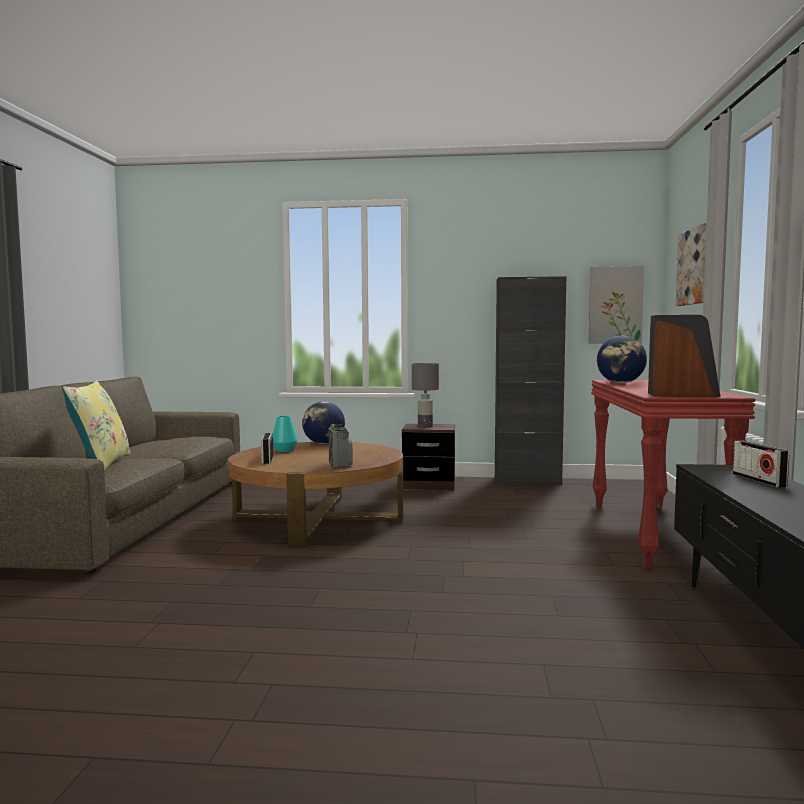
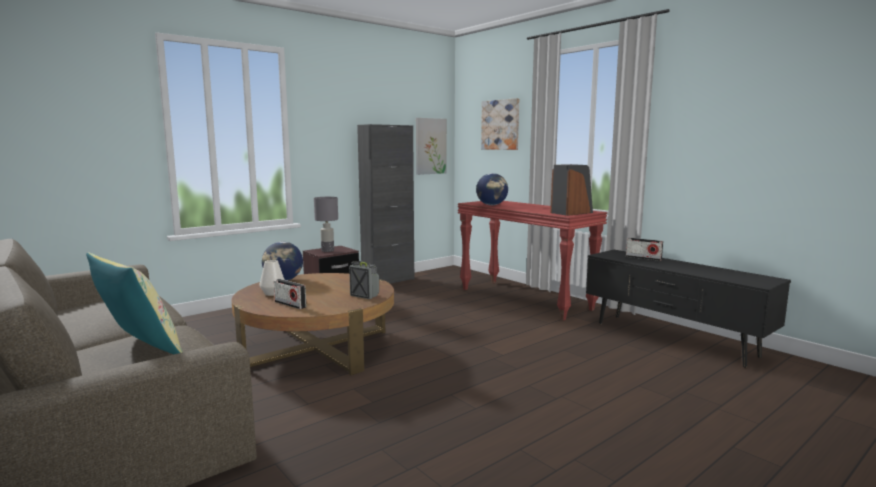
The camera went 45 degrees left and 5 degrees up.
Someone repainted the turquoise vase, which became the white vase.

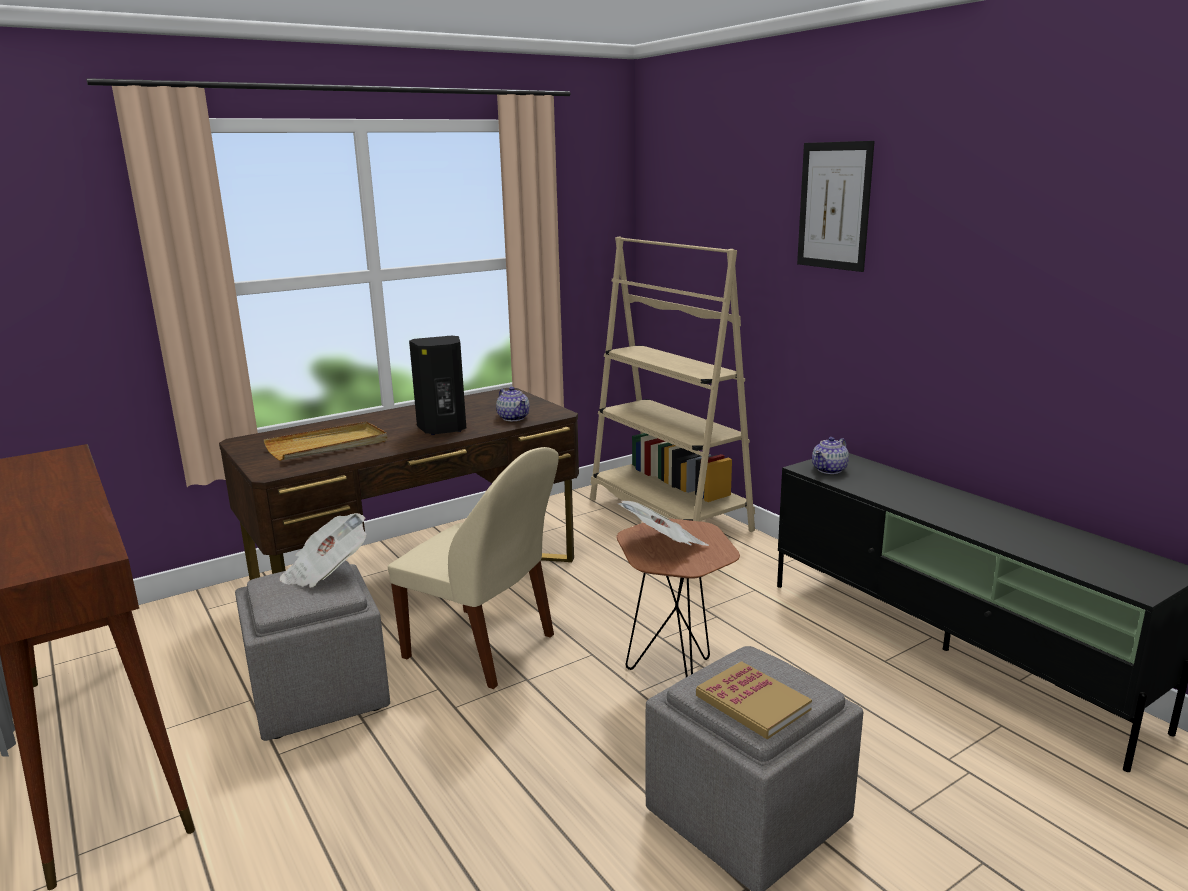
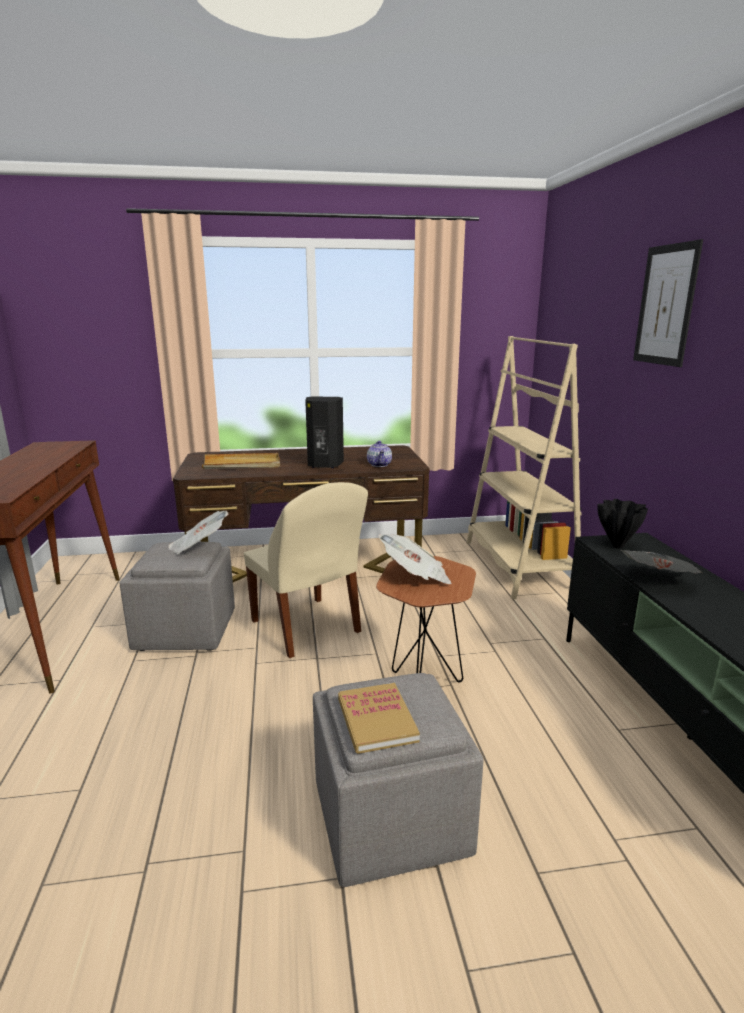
The camera went 25 degrees right and 0 degrees up.
Someone swapped the teapot (2nd from left) for the black vase.
Someone put down the newspaper (3rd from left).

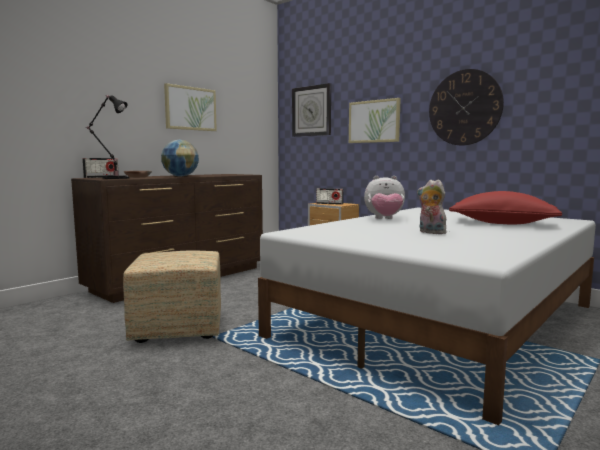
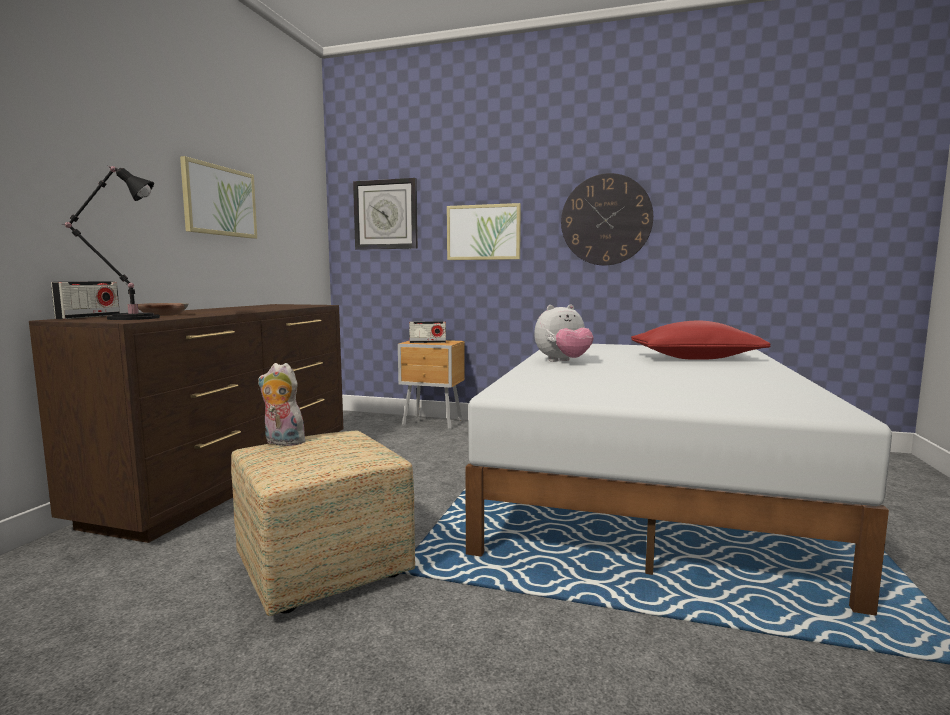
The camera went 25 degrees left and 0 degrees up.
Someone took away the globe.
Someone carried the plush toy (2nd from left in the first image).

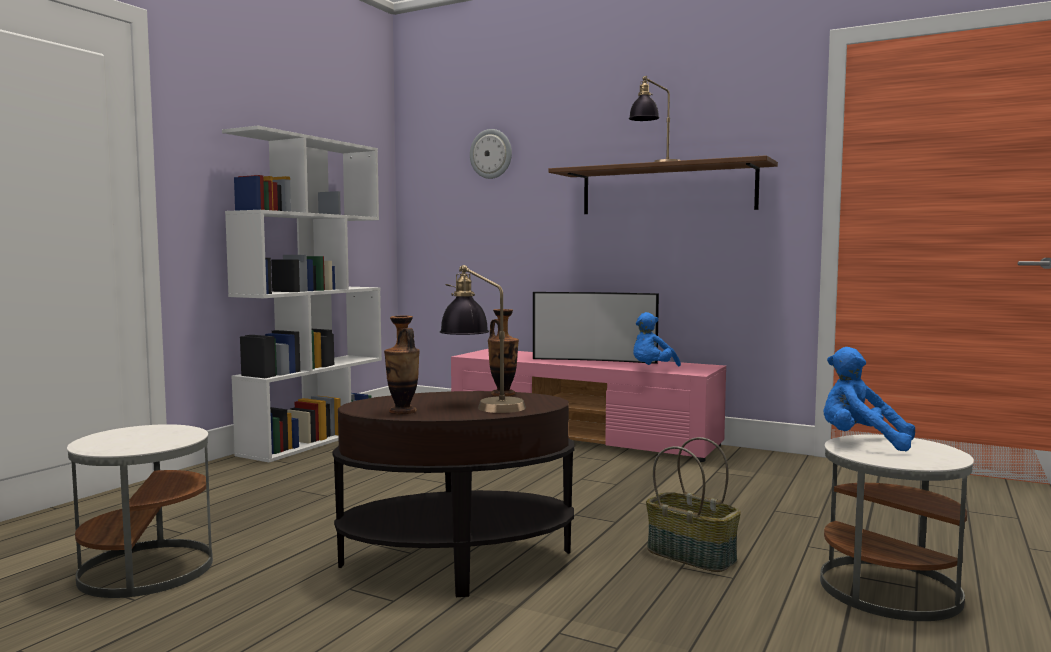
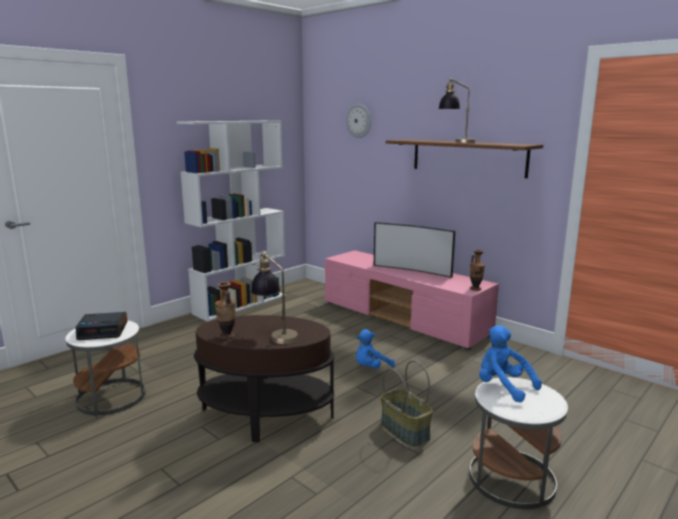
The camera went 15 degrees right and 10 degrees up.
Someone carried the vase (2nd from left).
Someone carried the blue plush toy (1st from left).
Someone put down the alarm clock.

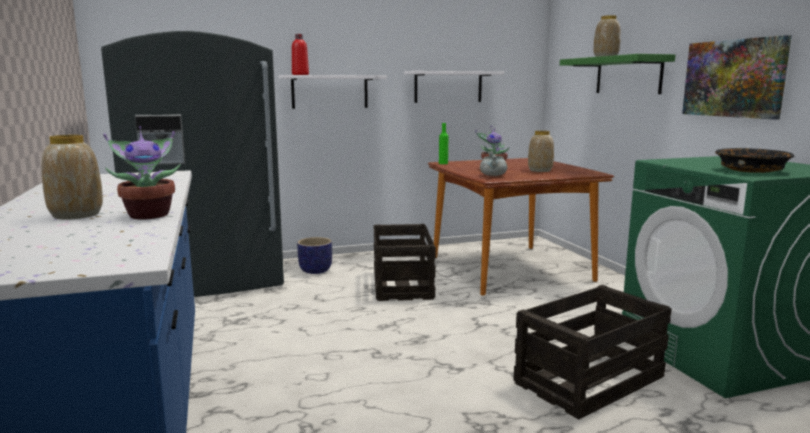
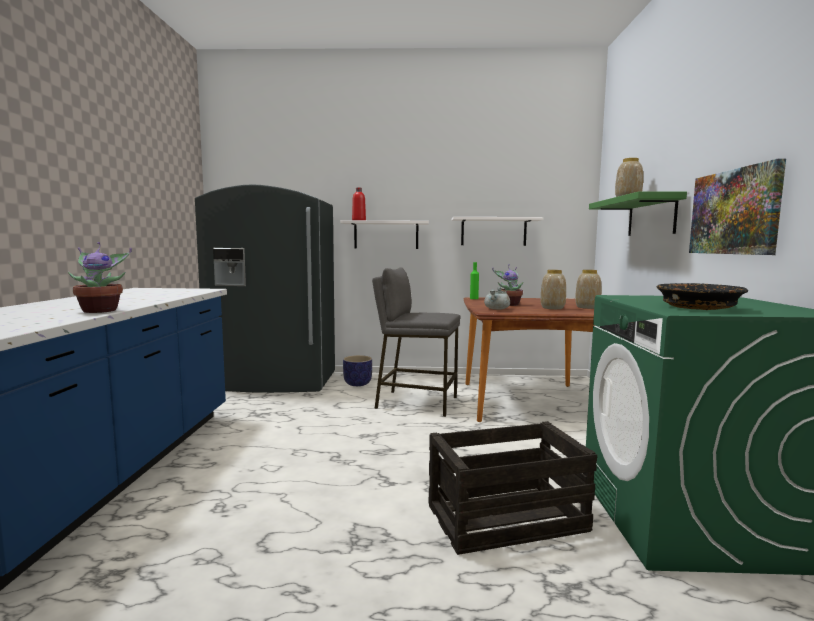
The camera went 20 degrees right and 5 degrees down.
Someone carried the vase (1st from left in the first image).
Someone swapped the crate (1st from left) for the grey stool.

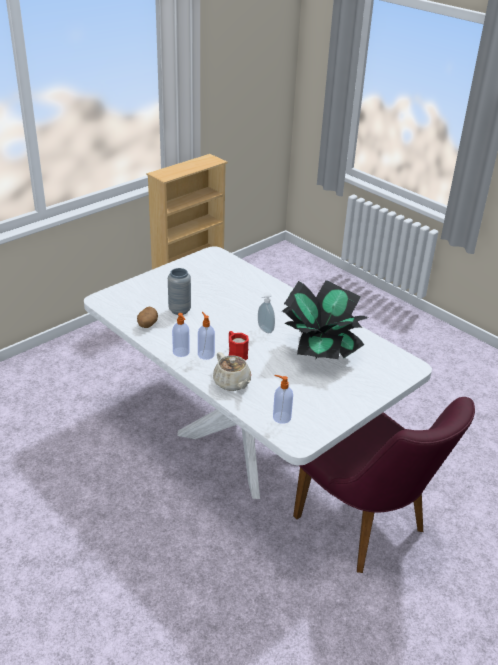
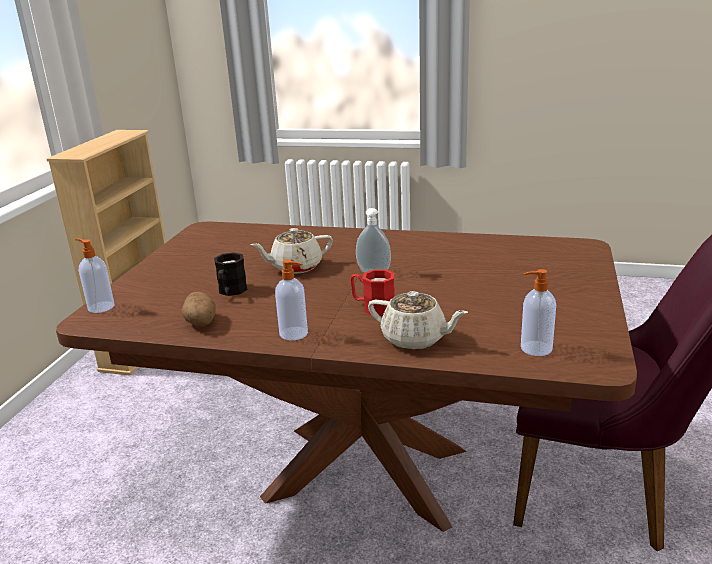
The camera went 30 degrees left and 10 degrees down.
Someone repainted the white dining table, which became the brown dining table.
Someone swapped the grey vase for the black mug.
Someone carried the soap dispenser (2nd from left in the first image).
Someone took away the potted plant.
Someone put down the beige teapot (1st from left).

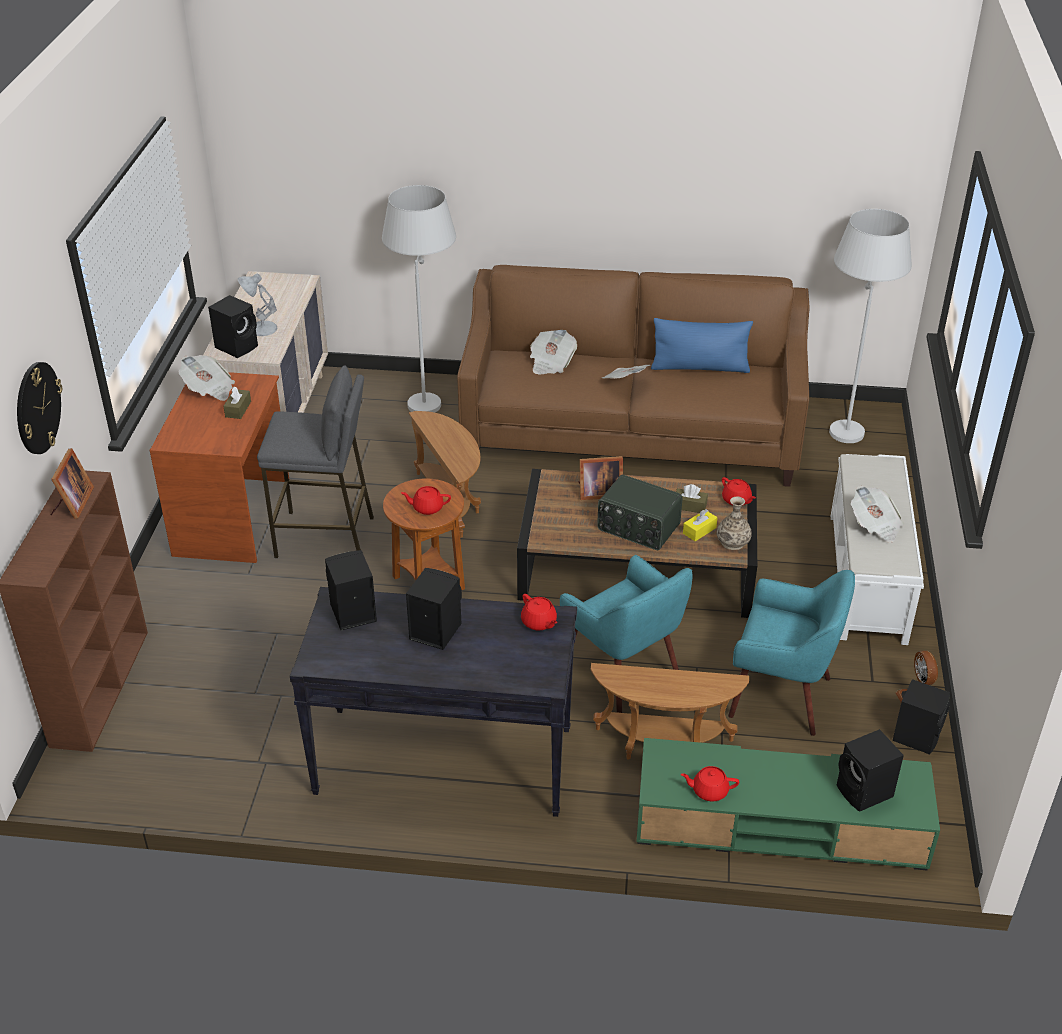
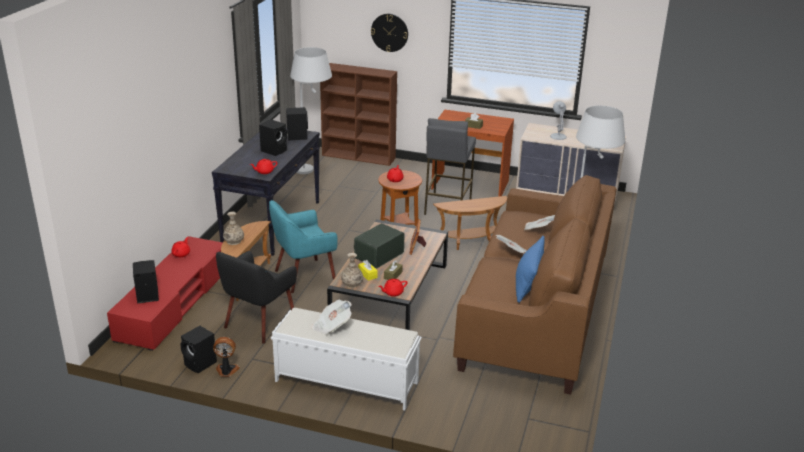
The camera went 100 degrees right and 10 degrees down.
Someone took away the picture frame (1st from left).
Someone took away the newspaper (1st from left).
Someone took away the black speaker (1st from left).
Someone repainted the green tv stand, which became the red tv stand.
Someone repainted the turquoise armchair (2nd from left), which became the black armchair.
Someone carried the white floor lamp (2nd from left in the first image).
Someone put down the vase (1st from left).

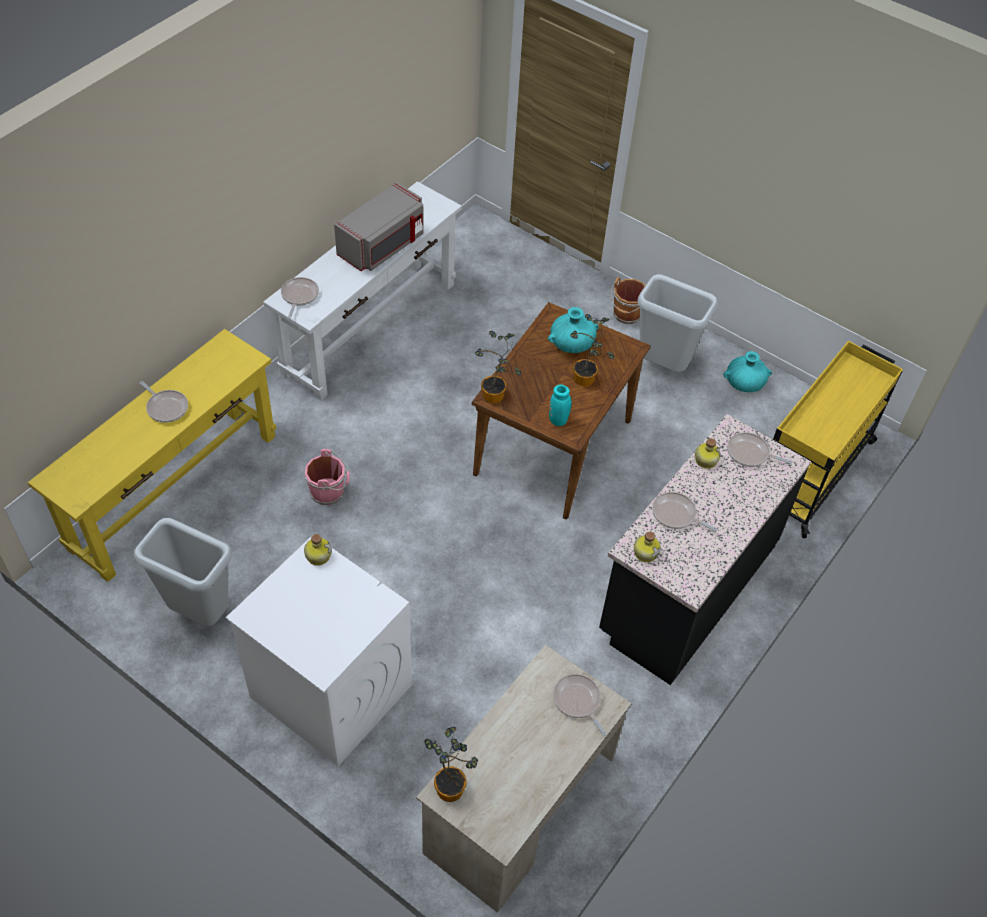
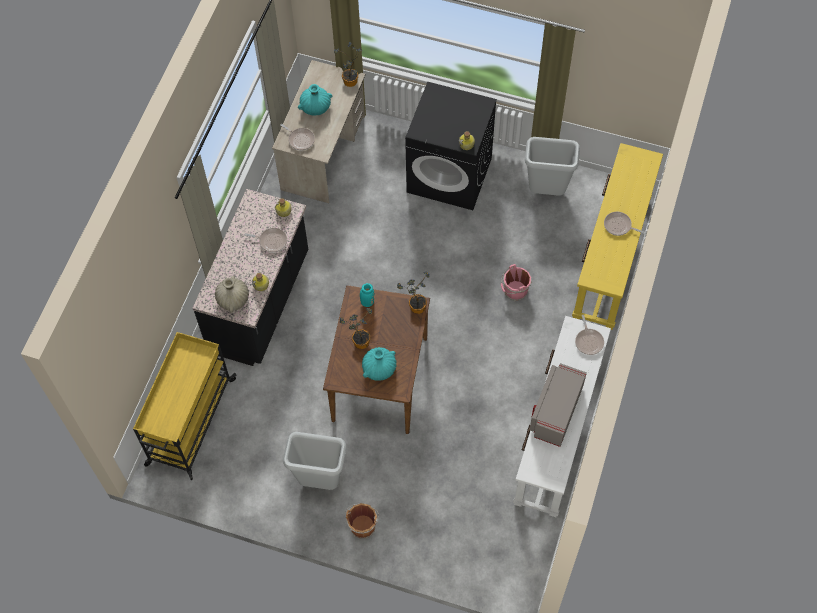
The camera went 165 degrees right and 10 degrees up.
Someone repainted the white washing machine, which became the black washing machine.
Someone carried the turquoise vase (3rd from left in the first image).
Someone swapped the frying pan (5th from left) for the beige vase.

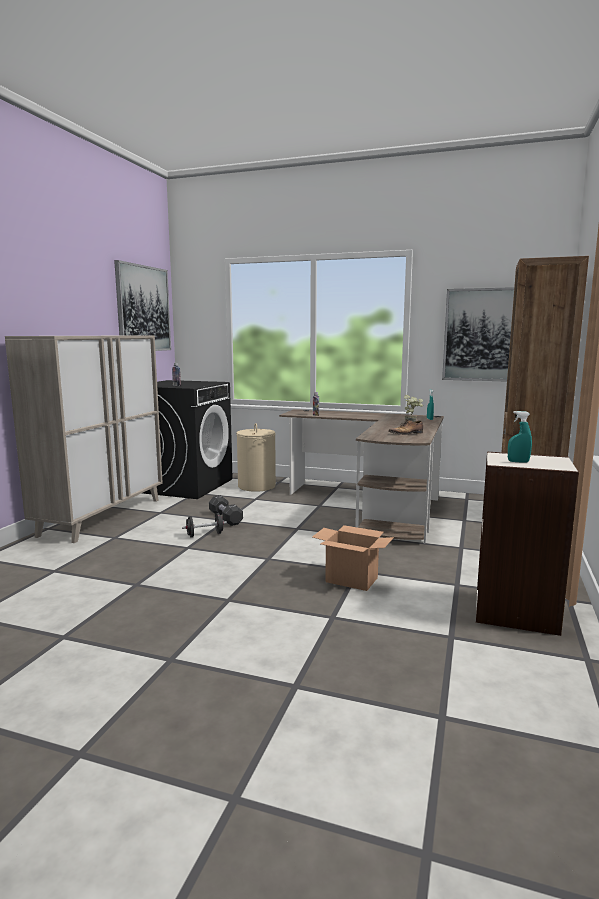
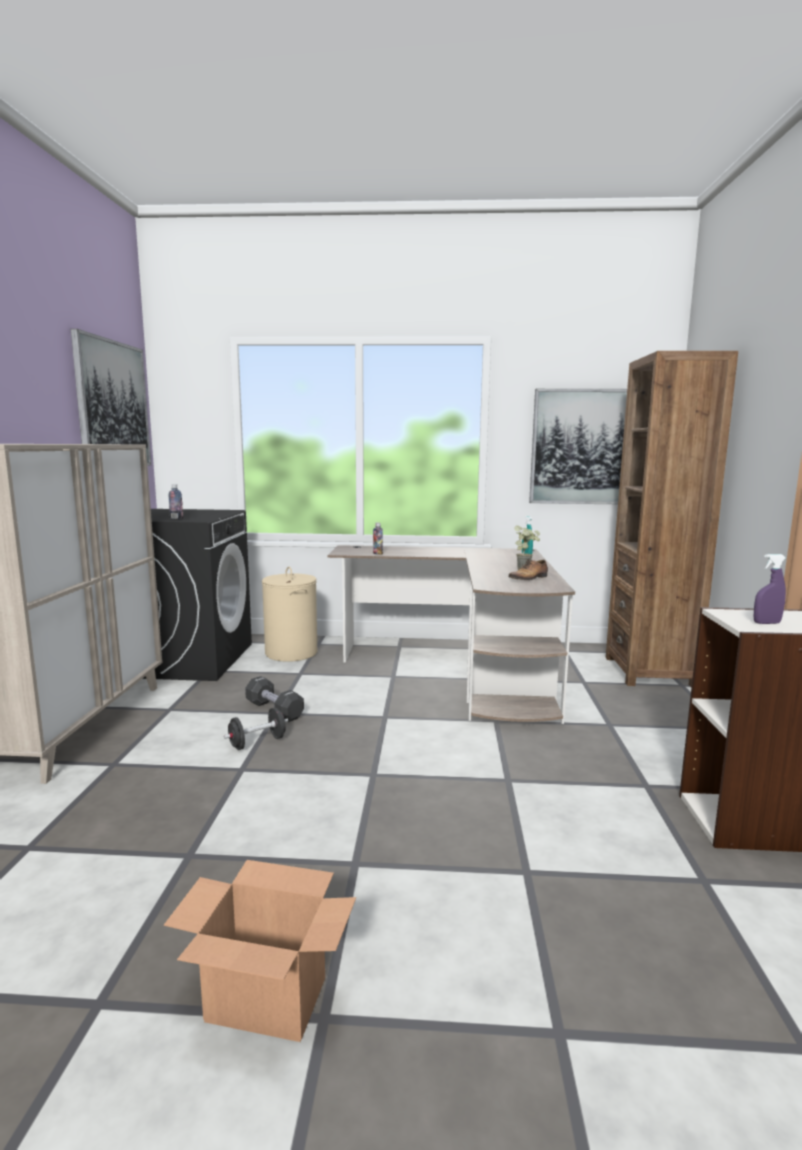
The camera went 15 degrees left and 0 degrees up.
Someone carried the cardboard box.
Someone repainted the turquoise spray bottle (2nd from left), which became the purple spray bottle.

